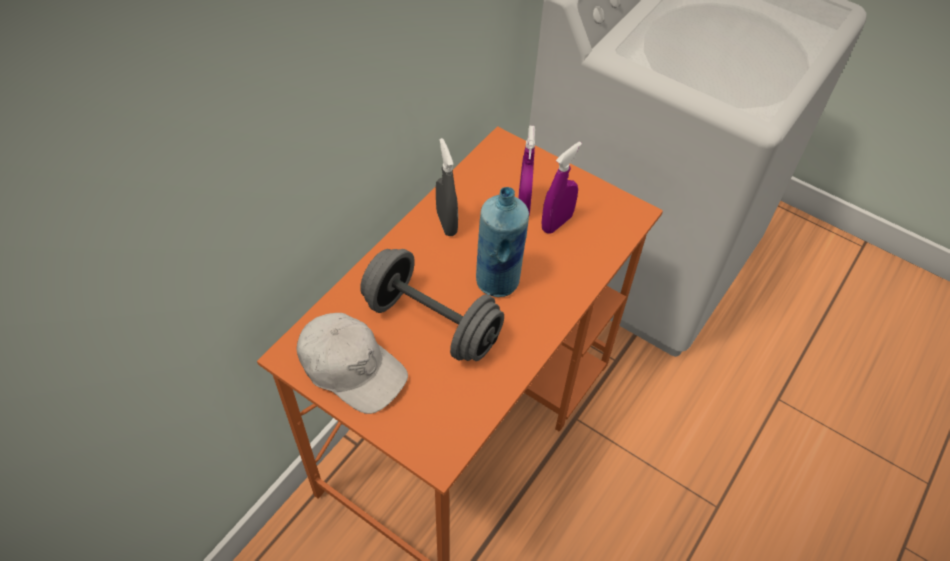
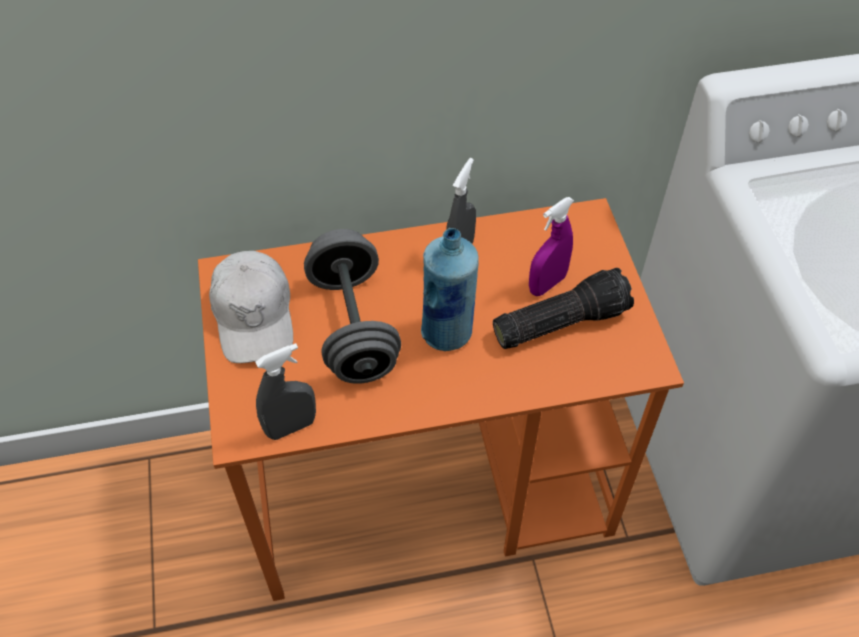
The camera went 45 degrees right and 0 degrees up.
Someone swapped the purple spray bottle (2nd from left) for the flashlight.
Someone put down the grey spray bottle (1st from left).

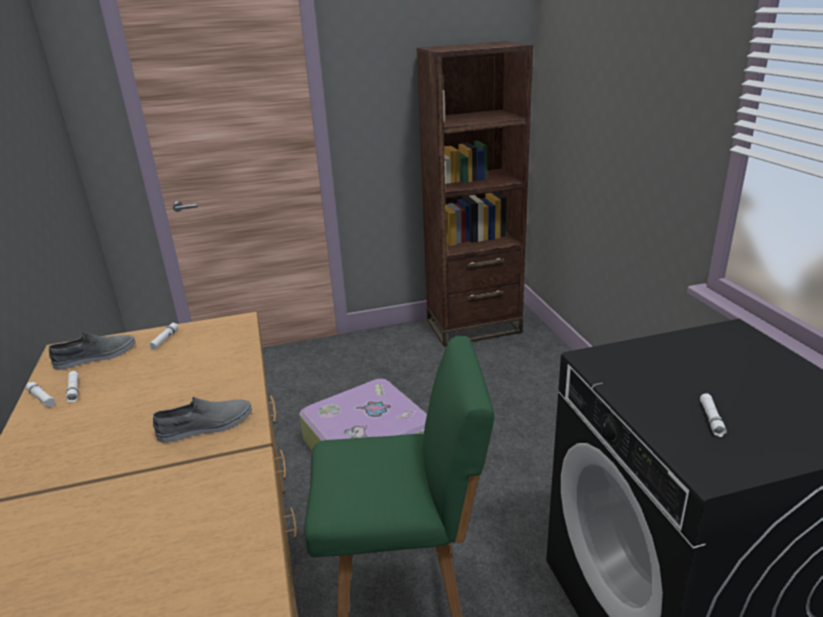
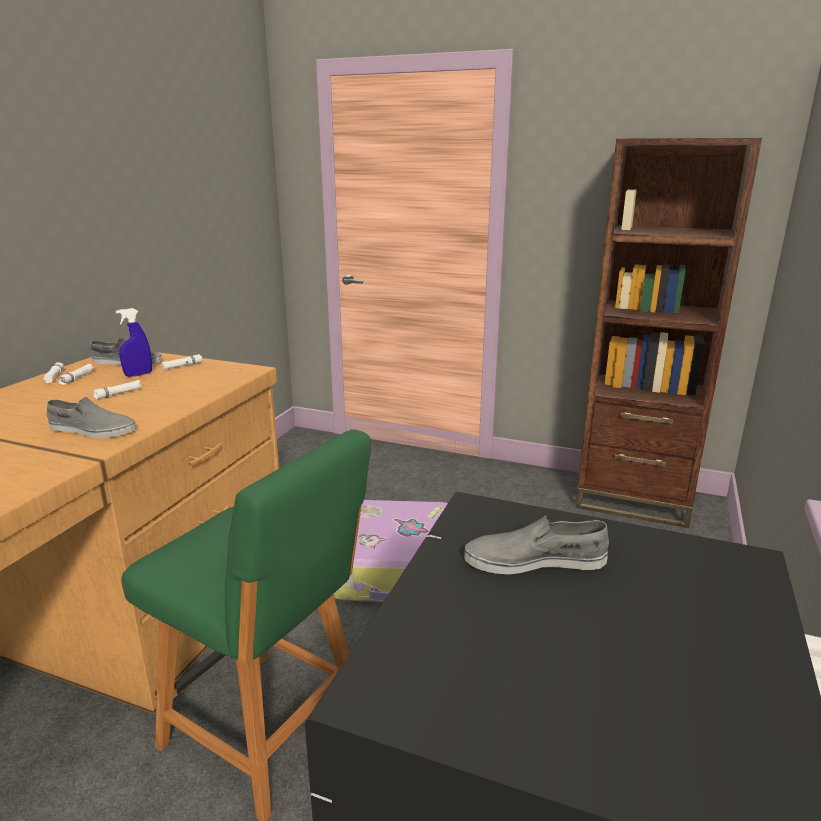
The camera went 35 degrees right and 5 degrees down.
Someone carried the white flashlight (4th from left in the first image).
Someone put down the blue spray bottle.
Someone put down the grey shoe (3rd from left).

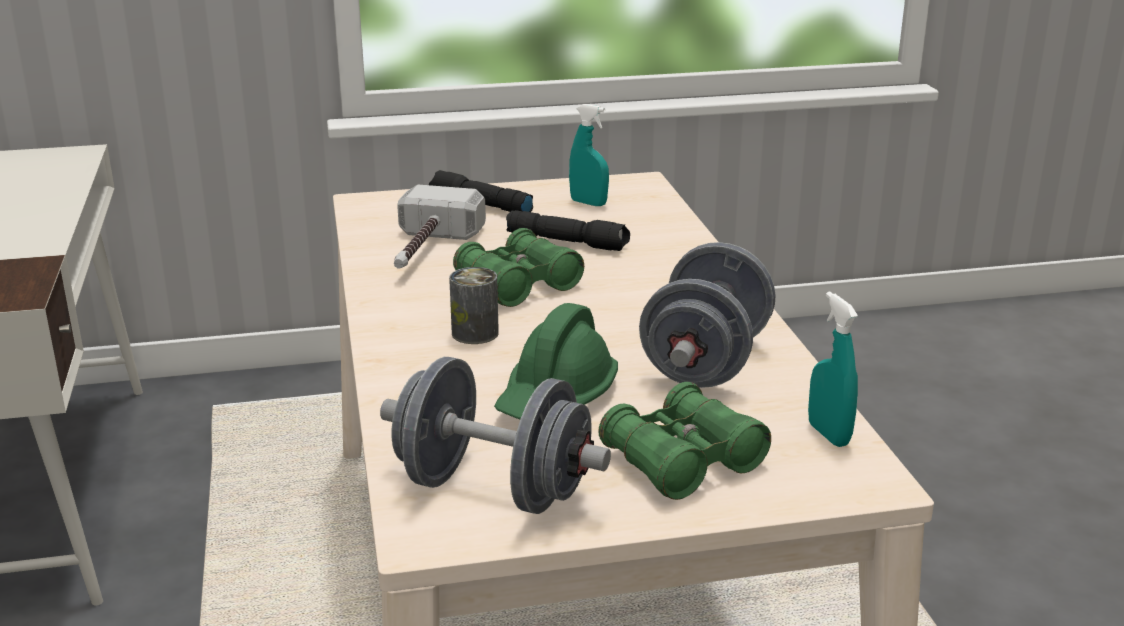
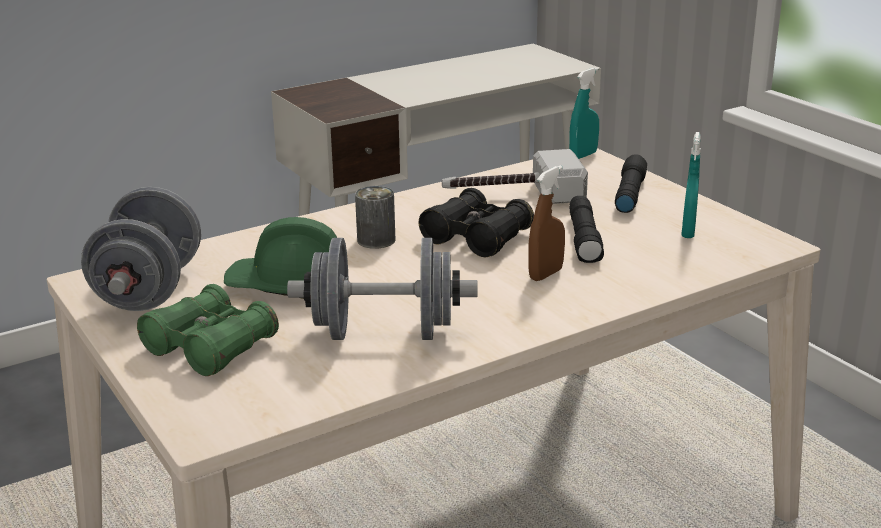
The camera went 70 degrees right and 0 degrees up.
Someone repainted the green binoculars (1st from left), which became the black binoculars.
Someone carried the turquoise spray bottle (2nd from left in the first image).
Someone put down the brown spray bottle.

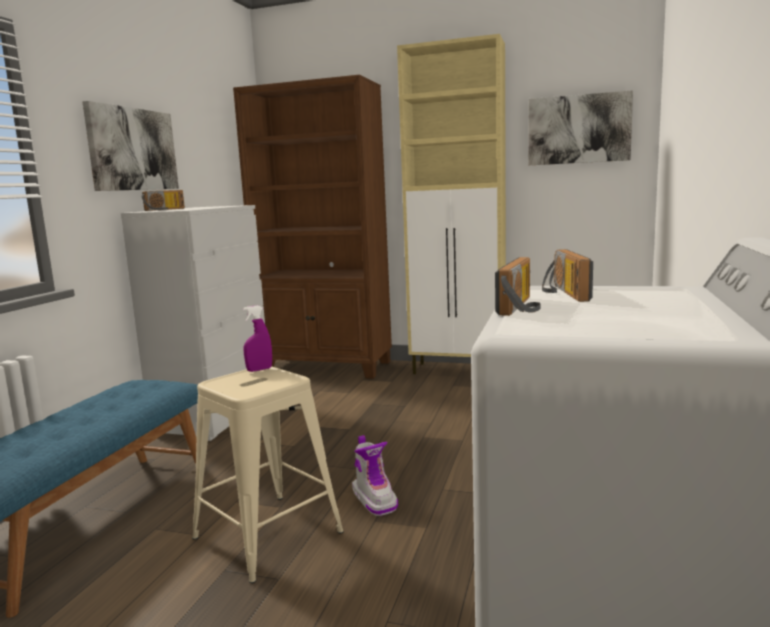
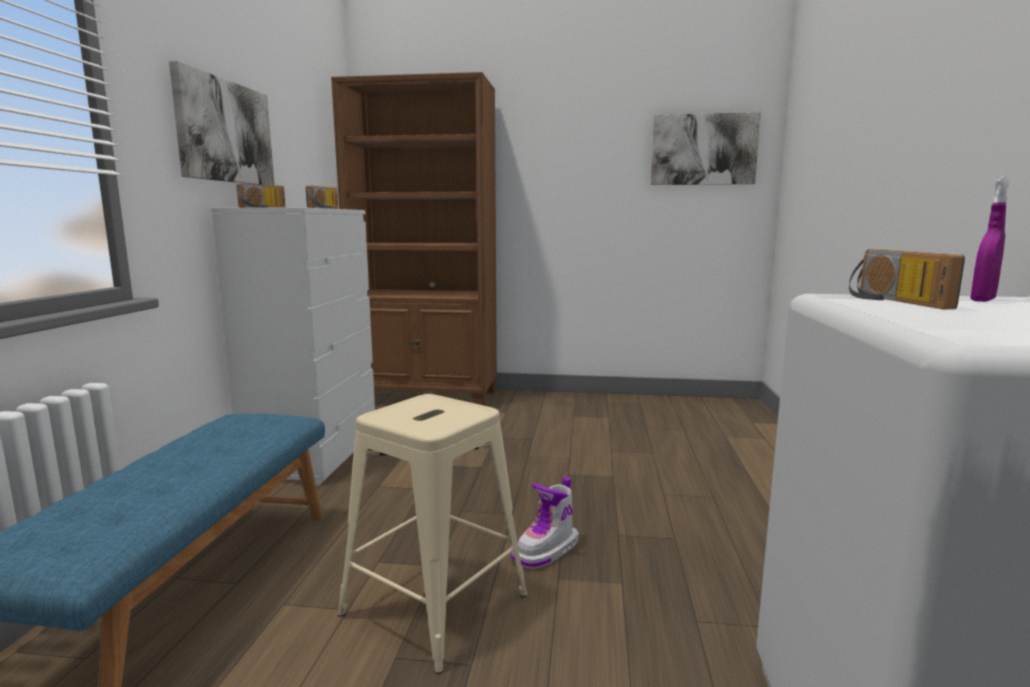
The camera went 10 degrees left and 0 degrees up.
Someone carried the purple spray bottle.
Someone rotated the boot by 75 degrees clockwise.
Someone took away the beige cabinet.
Someone carried the radio (2nd from left).

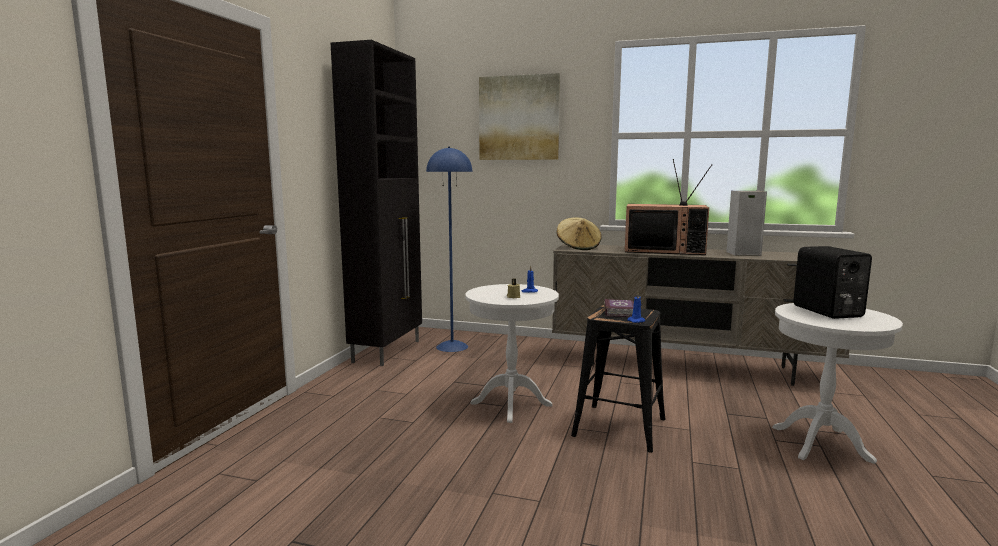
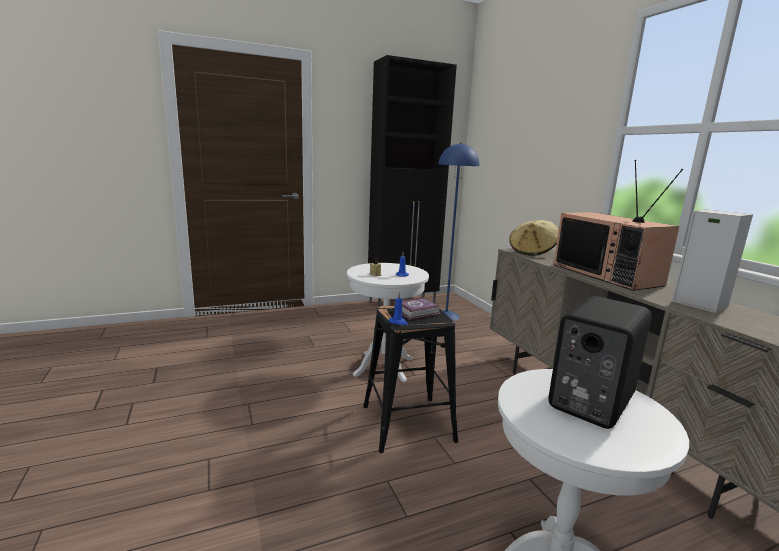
The camera went 50 degrees right and 5 degrees up.
Someone took away the picture.

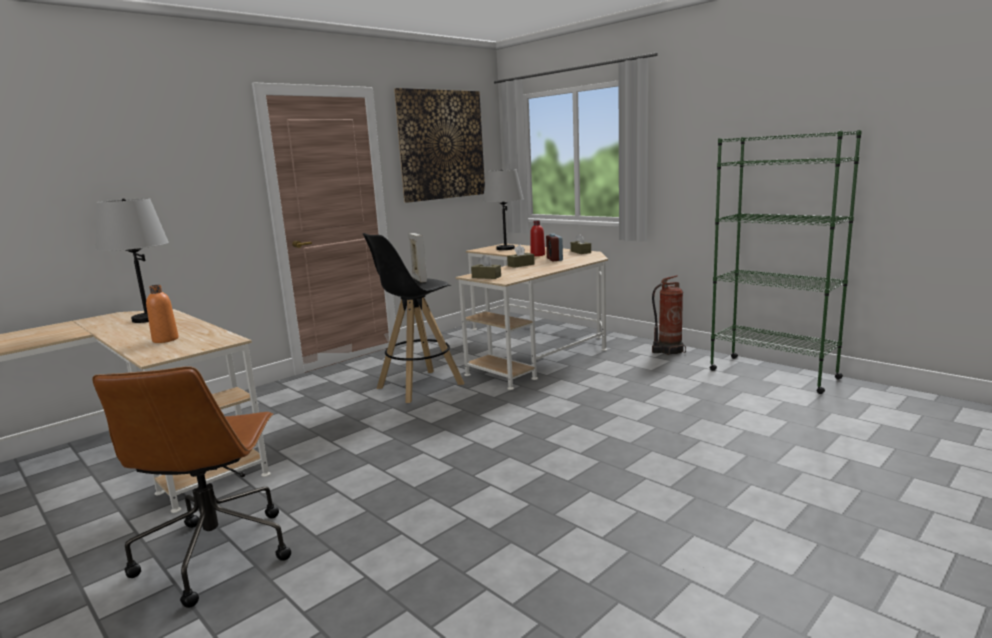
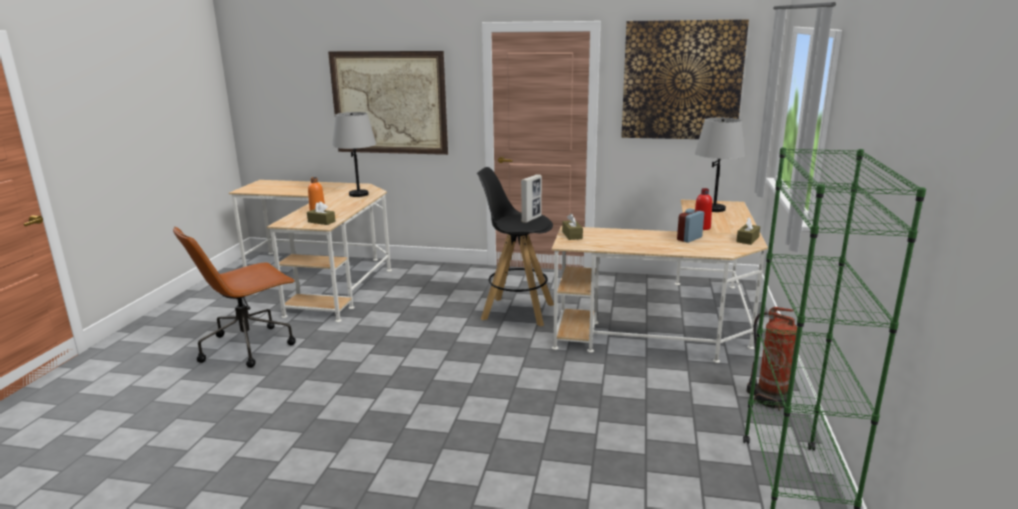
The camera went 55 degrees right and 5 degrees up.
Someone carried the brown tissue box (2nd from left in the first image).
Someone put up the picture (1st from left).

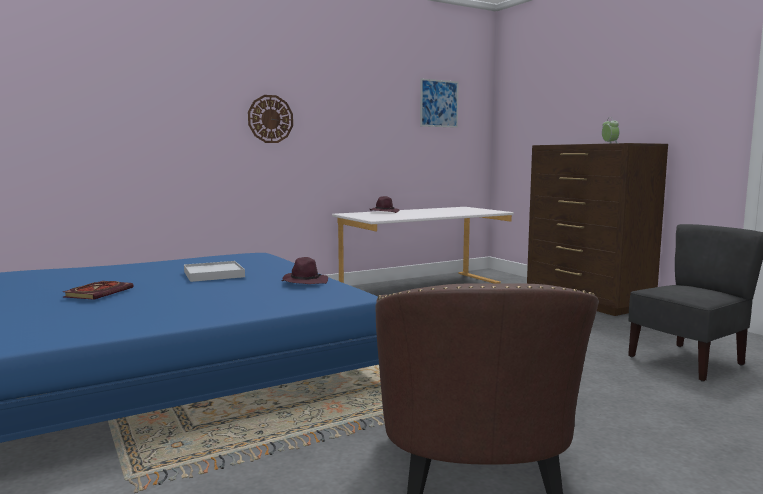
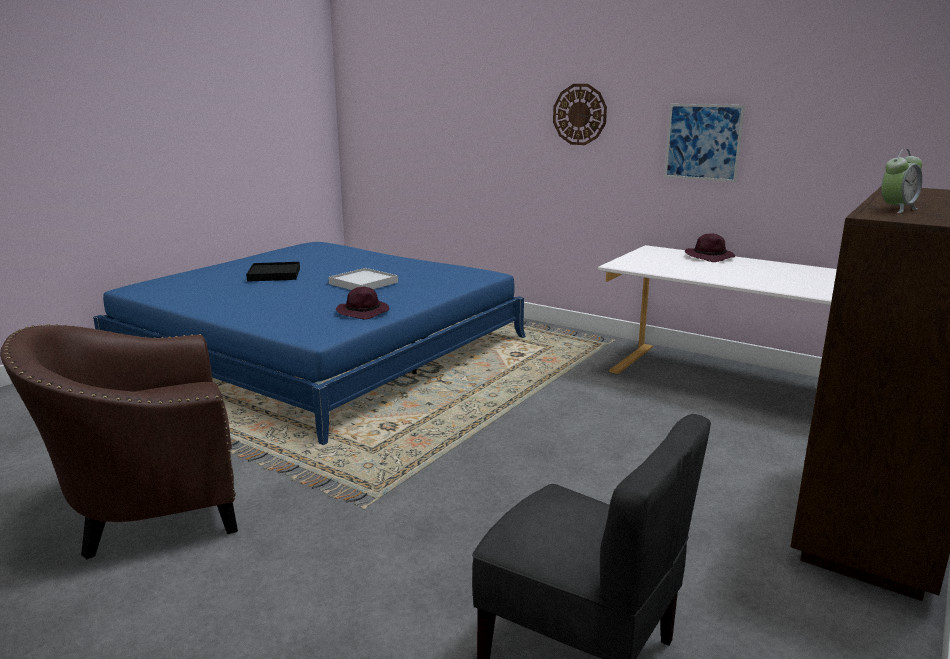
The camera went 65 degrees right and 10 degrees up.
Someone swapped the book for the black tray.
Someone carried the picture.

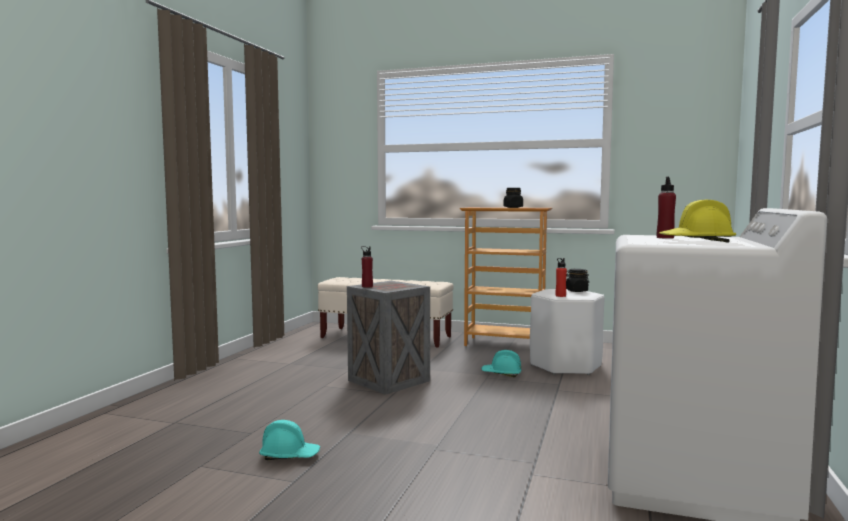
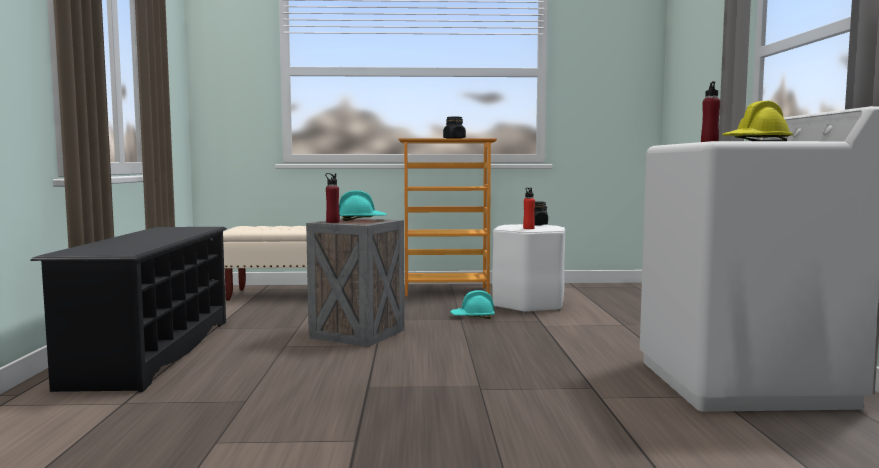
The camera went 20 degrees left and 0 degrees up.
Someone carried the turquoise hard hat (1st from left).
Someone put down the black shoe rack.

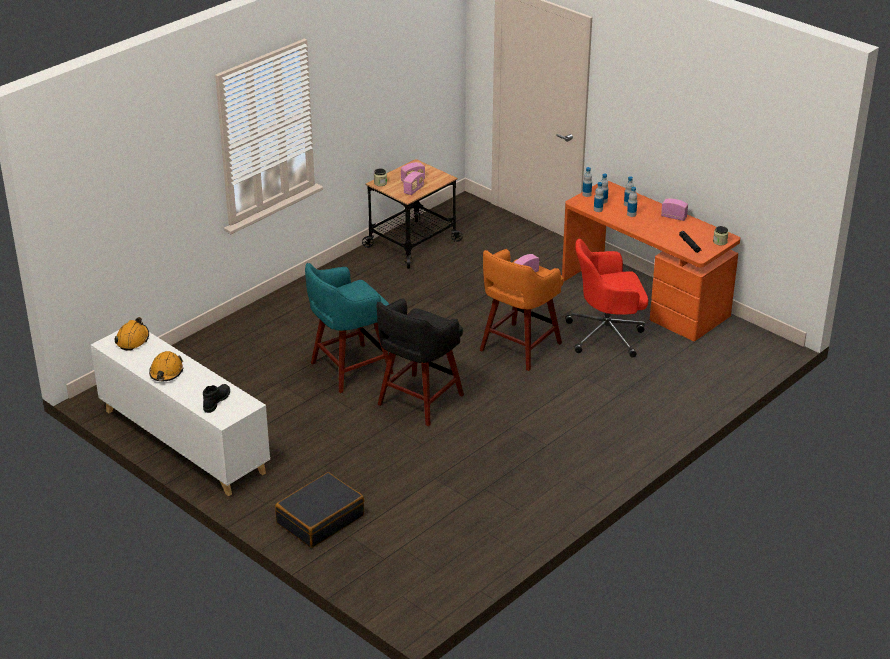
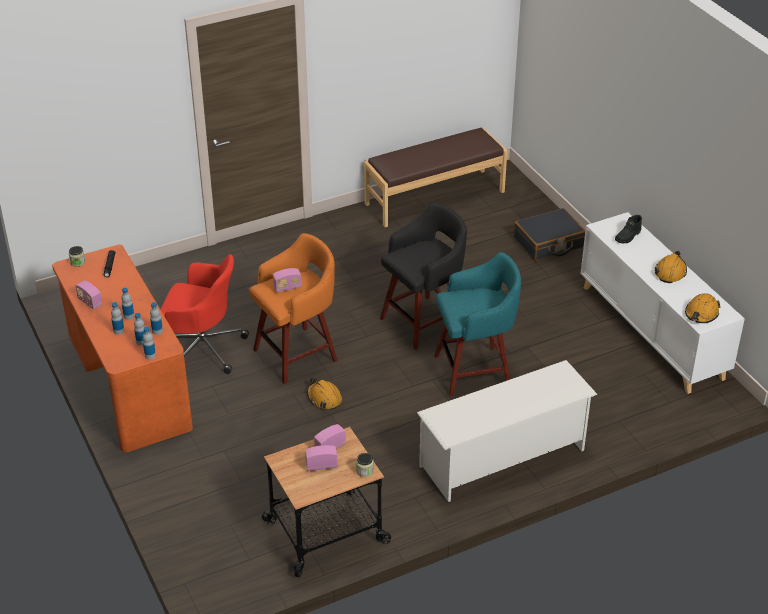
The camera went 160 degrees left and 5 degrees up.
Someone put down the orange hard hat (1st from left).
Someone put down the brown bench.
Someone put down the white shoe rack.

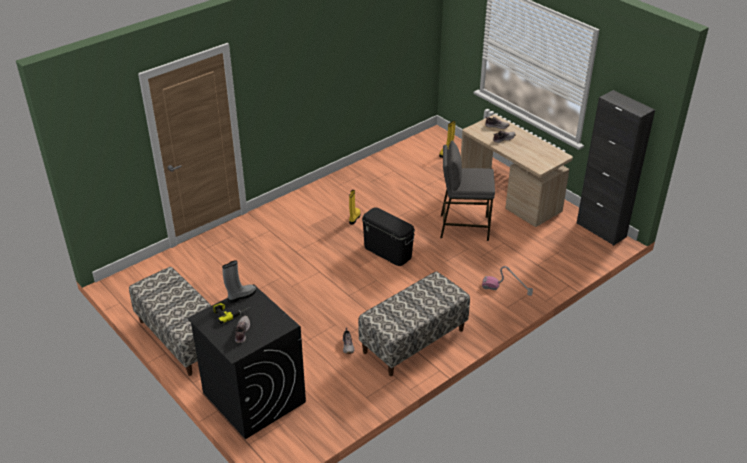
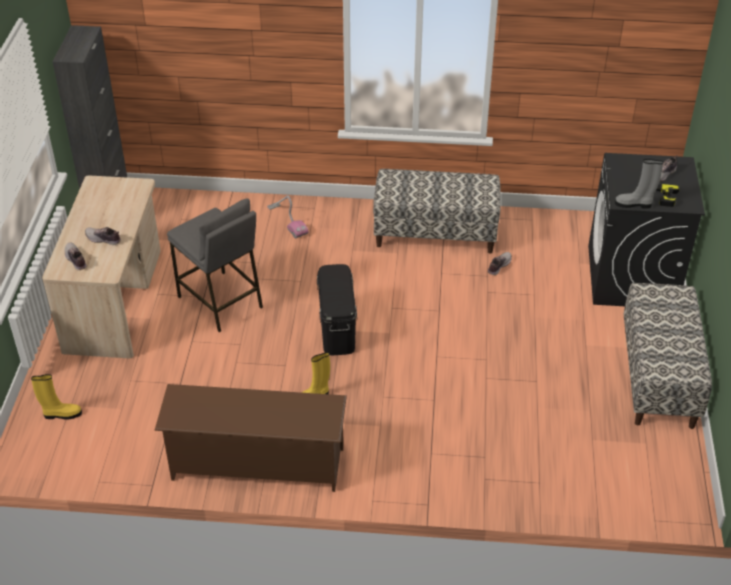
The camera went 135 degrees left and 5 degrees up.
Someone put down the brown shoe rack.

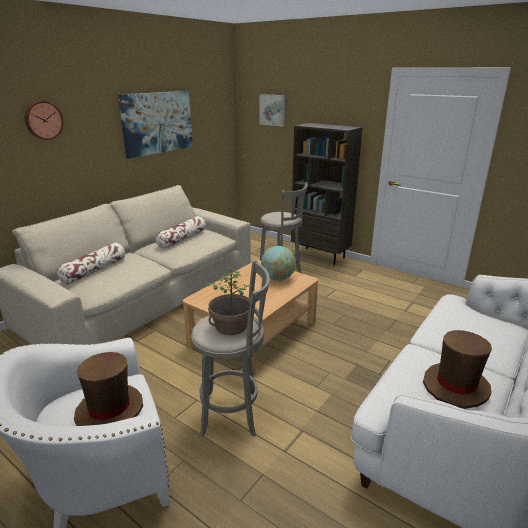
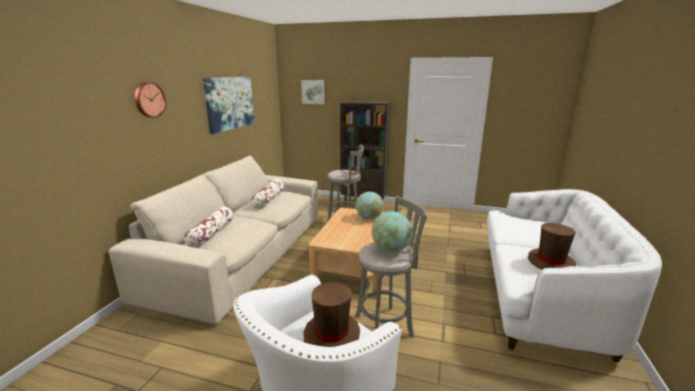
The camera went 20 degrees left and 5 degrees down.
Someone swapped the potted plant for the globe (2nd from left).

